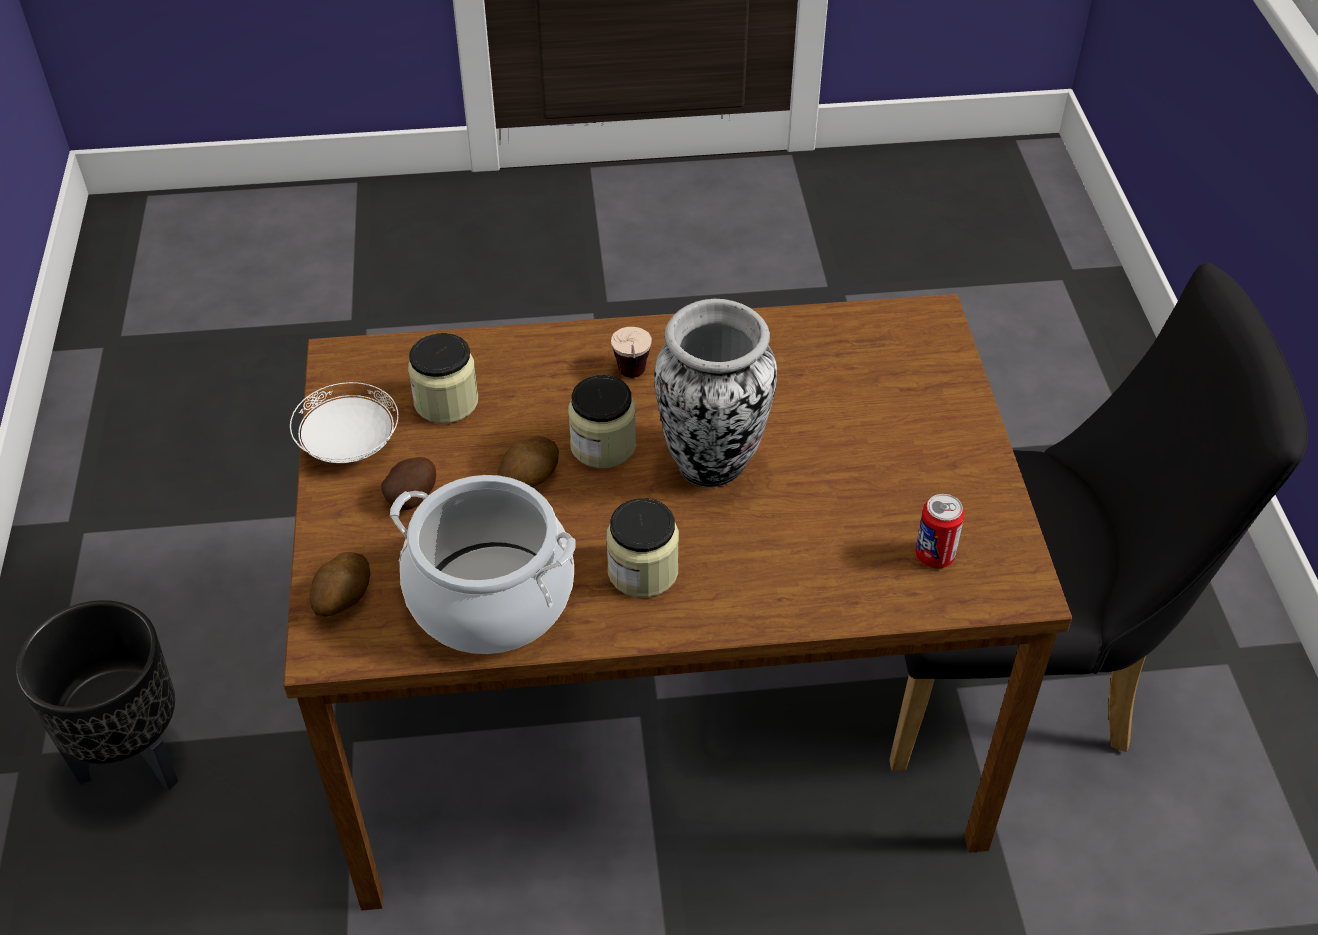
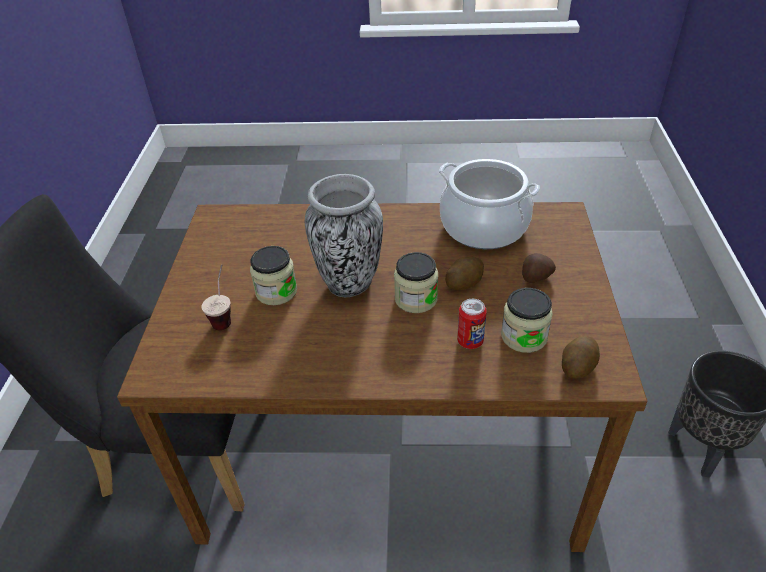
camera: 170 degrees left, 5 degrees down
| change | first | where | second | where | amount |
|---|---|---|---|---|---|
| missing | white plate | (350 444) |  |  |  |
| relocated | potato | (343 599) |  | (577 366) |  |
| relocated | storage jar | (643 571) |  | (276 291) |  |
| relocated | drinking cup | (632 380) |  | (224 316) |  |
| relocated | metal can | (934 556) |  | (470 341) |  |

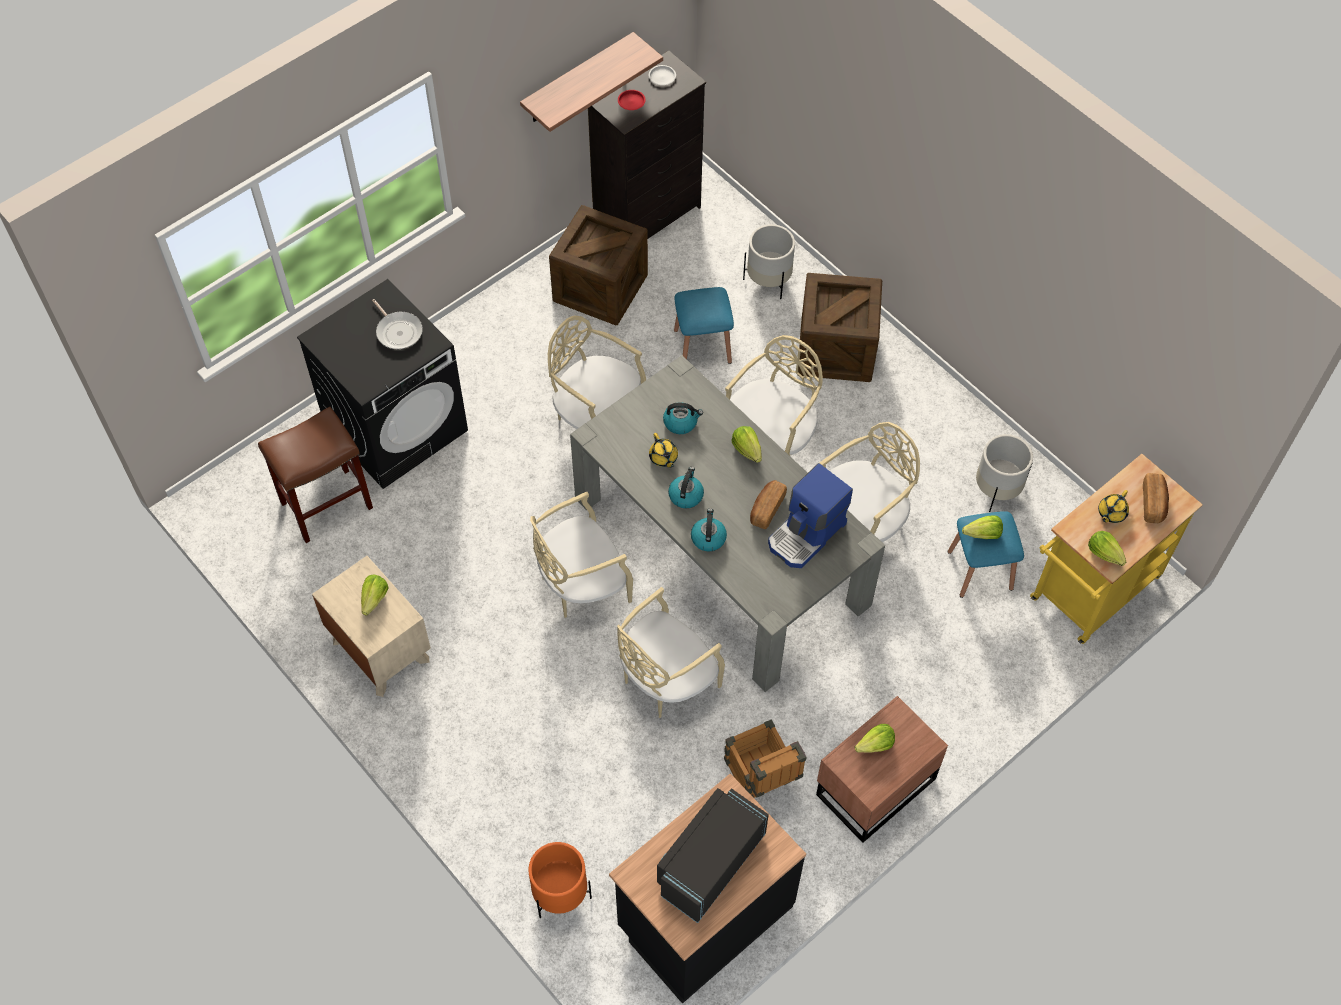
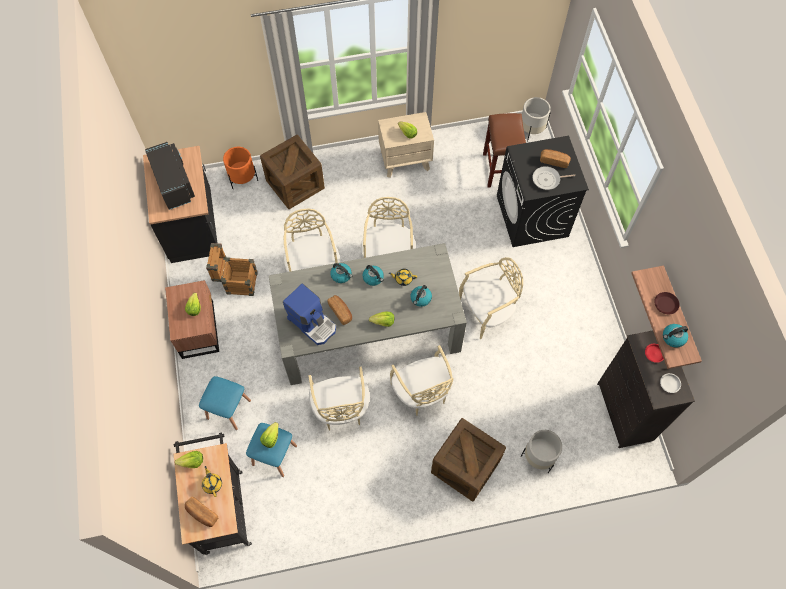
camera: 120 degrees right, 5 degrees up
| change | first | where | second | where | amount |
|---|---|---|---|---|---|
| appeared |  |  | baked bread | (554 161) |  |
| appeared |  |  | brown-coloured plate | (665 304) |  |
| appeared |  |  | tea kettle | (673 338) |  |
| relocated | shipping crate | (600 288) |  | (295 184) |  |
| relocated | blue sitting stool | (702 346) |  | (228 409) |  |
| relocated | white planter | (997 489) |  | (531 130) |  |
| colour | yellow cart | (1089 594) | black-coloured cart | (222 506) |  |
| spun | coffee machine | (807 534) |  | (313 323) | 150 degrees clockwise |

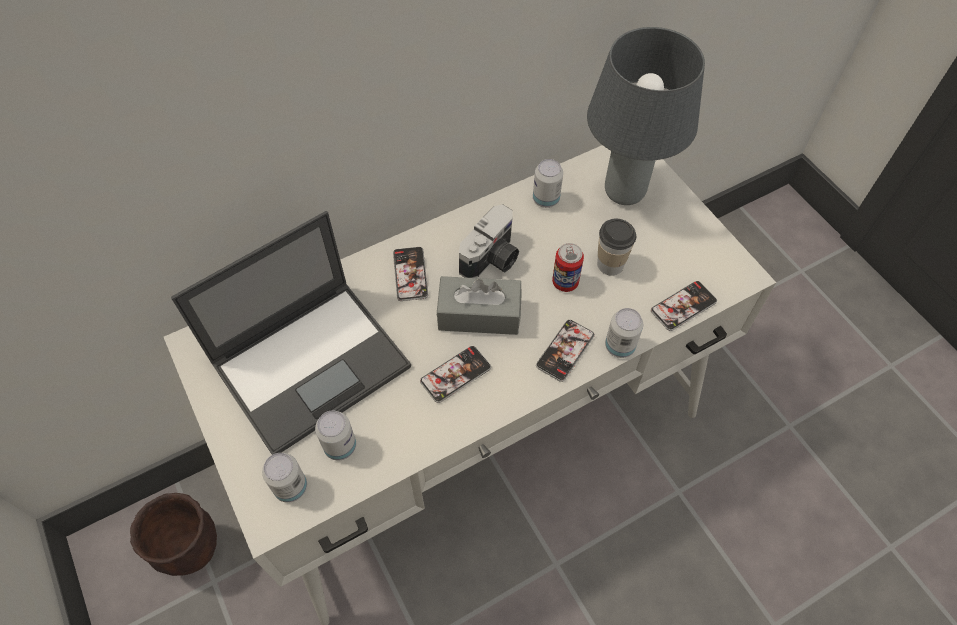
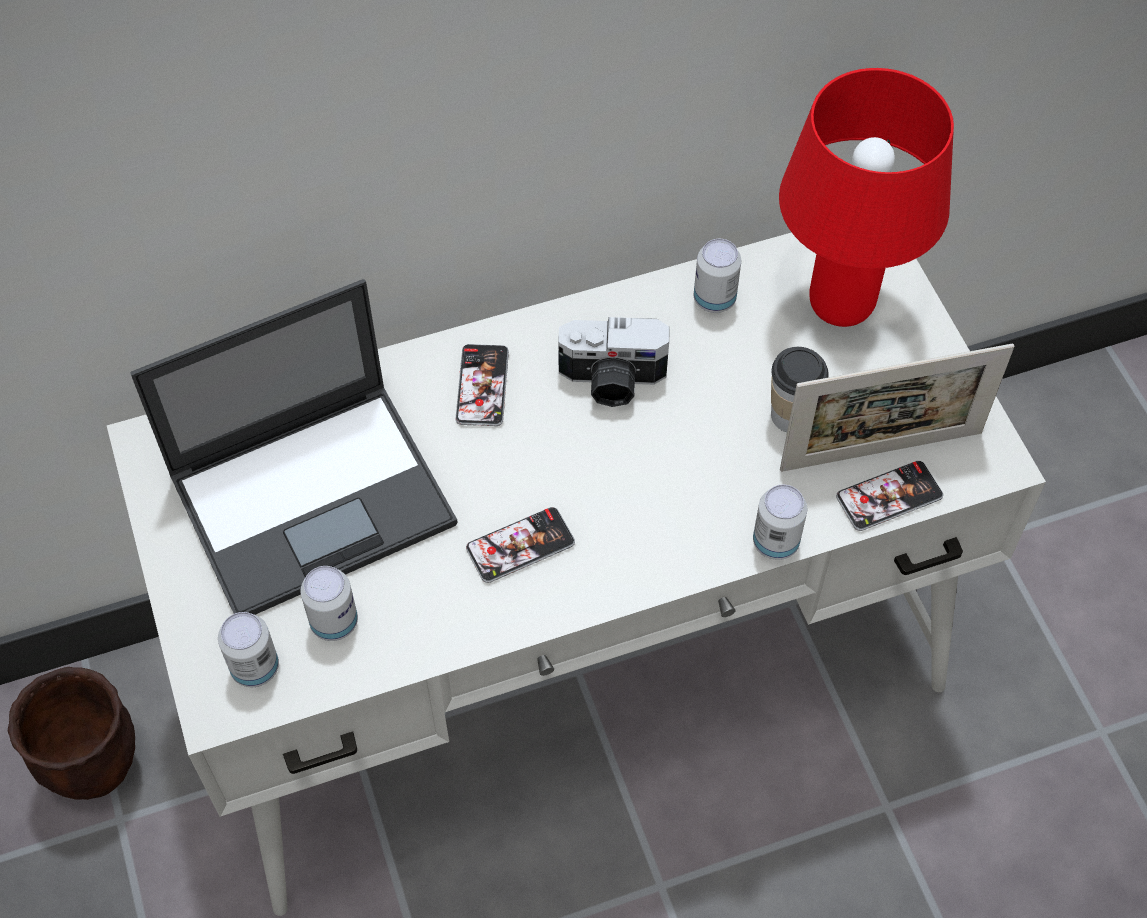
camera: 10 degrees right, 0 degrees up
| change | first | where | second | where | amount |
|---|---|---|---|---|---|
| missing | gray box of tissues | (479 314) |  |  |  |
| missing | phone | (565 350) |  |  |  |
| missing | metal can | (565 282) |  |  |  |
| appeared |  |  | picture frame | (881 451) |  |
| colour | gray tabletop lamp | (625 192) | reddish tabletop lamp | (843 305) |  |
| spun | photo camera | (493 259) |  | (612 381) | 45 degrees clockwise |

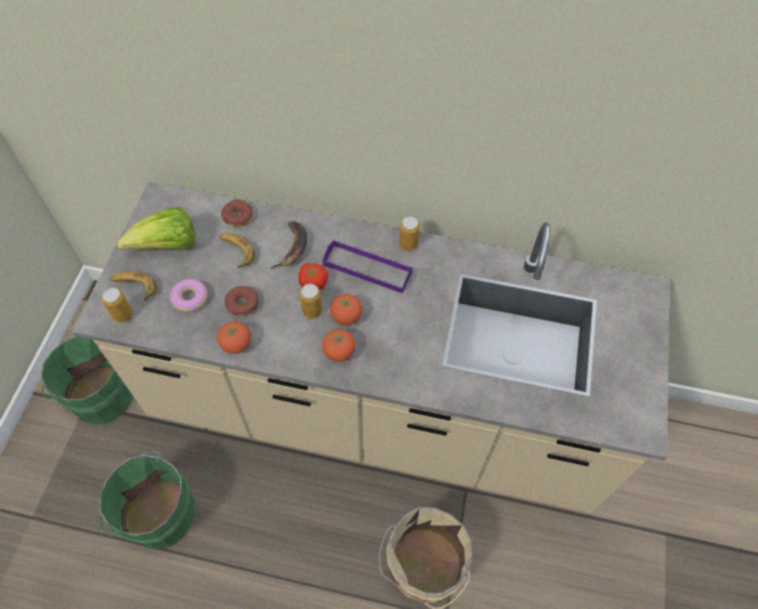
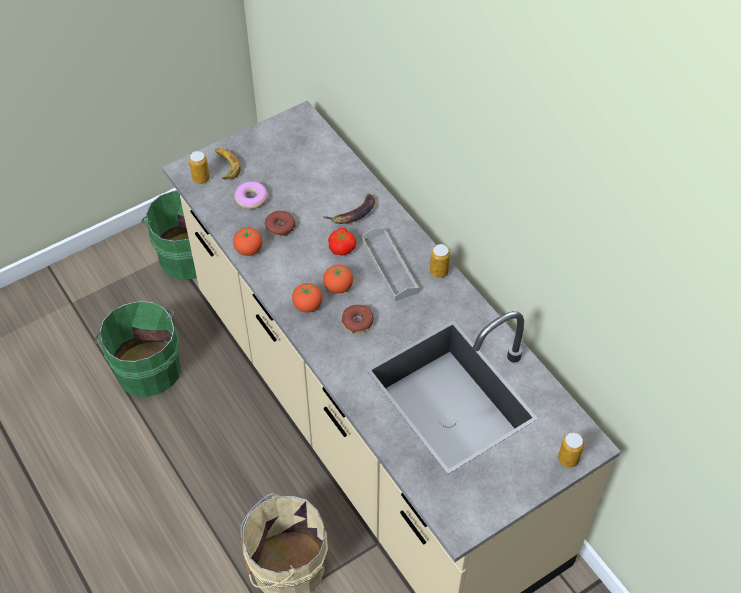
camera: 45 degrees right, 5 degrees down
| change | first | where | second | where | amount |
|---|---|---|---|---|---|
| missing | lettuce | (168 246) |  |  |  |
| missing | banana | (236 251) |  |  |  |
| relocated | donut | (238 217) |  | (357 322) |  |
| relocated | metal can | (312 311) |  | (568 459) |  |
| colour | purple carrying tray | (367 268) | gray carrying tray | (389 266) |  |

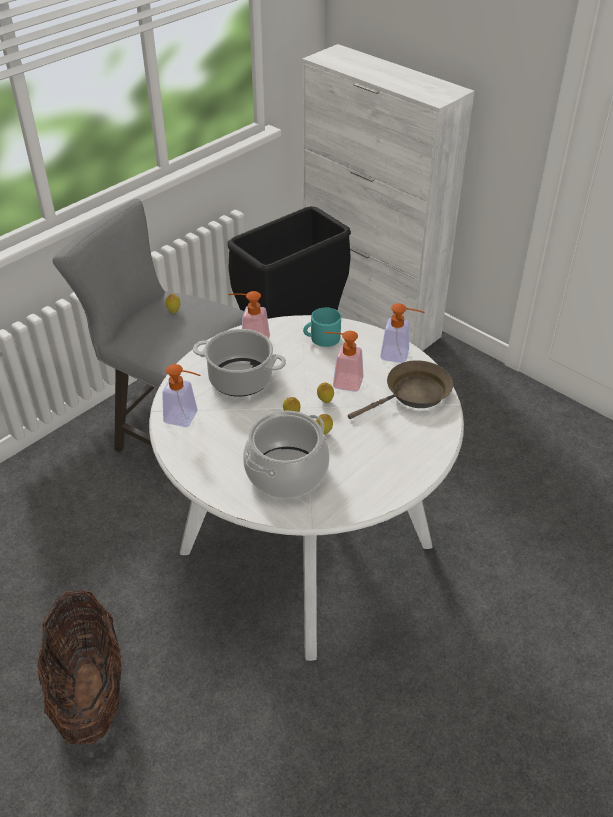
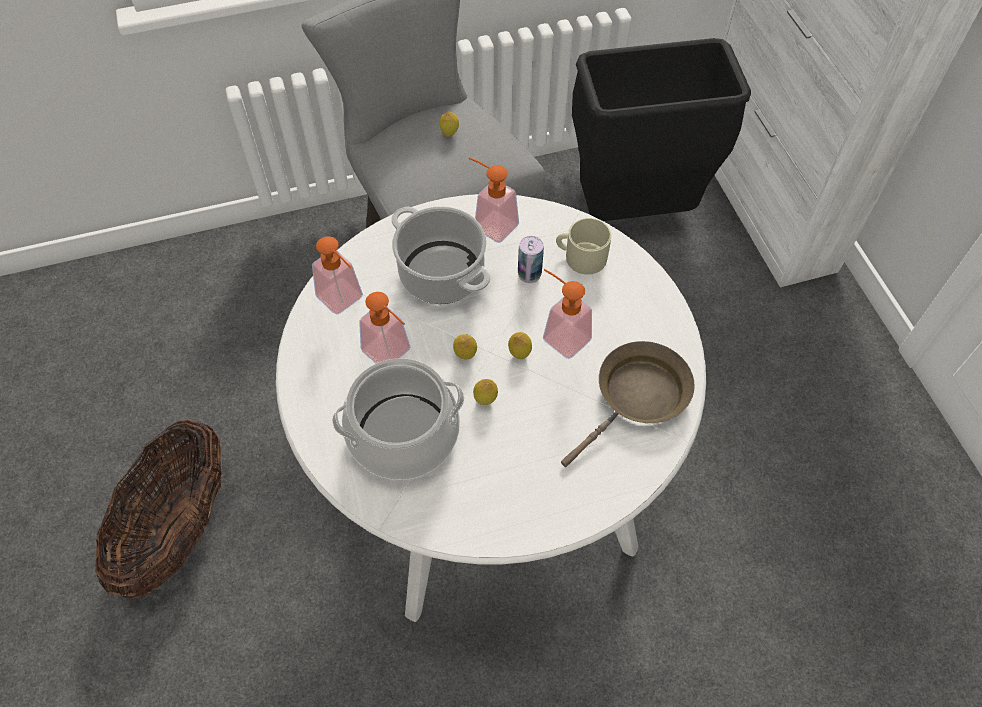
camera: 30 degrees right, 15 degrees up
| change | first | where | second | where | amount |
|---|---|---|---|---|---|
| appeared |  |  | metal can | (529 274) |  |
| relocated | liquid soap bottle | (400 355) |  | (392 355) |  |
| colour | blue-green coffee mug | (321 338) | beige coffee mug | (580 257) |  |
| spun | brown-coloured skillet | (413 394) |  | (637 398) | 45 degrees counterclockwise |

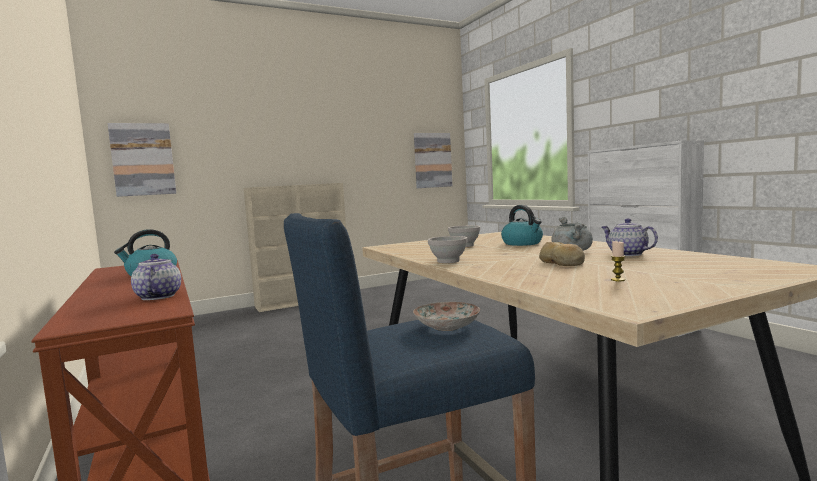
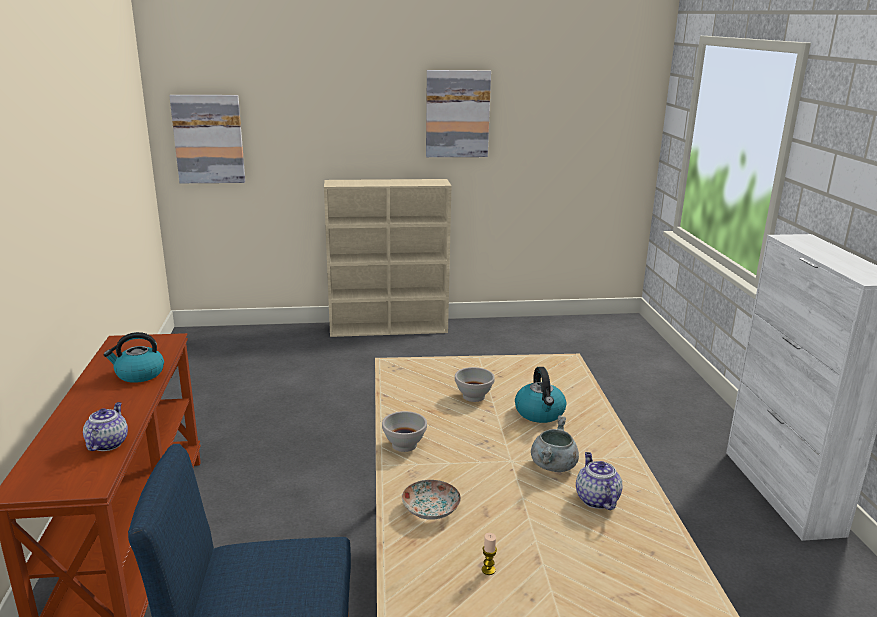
camera: 20 degrees right, 15 degrees up
| change | first | where | second | where | amount |
|---|---|---|---|---|---|
| missing | baked bread | (561 263) |  |  |  |
| relocated | plate | (448 326) |  | (431 510) |  |
| relocated | wall picture | (432 160) |  | (457 114) |  |

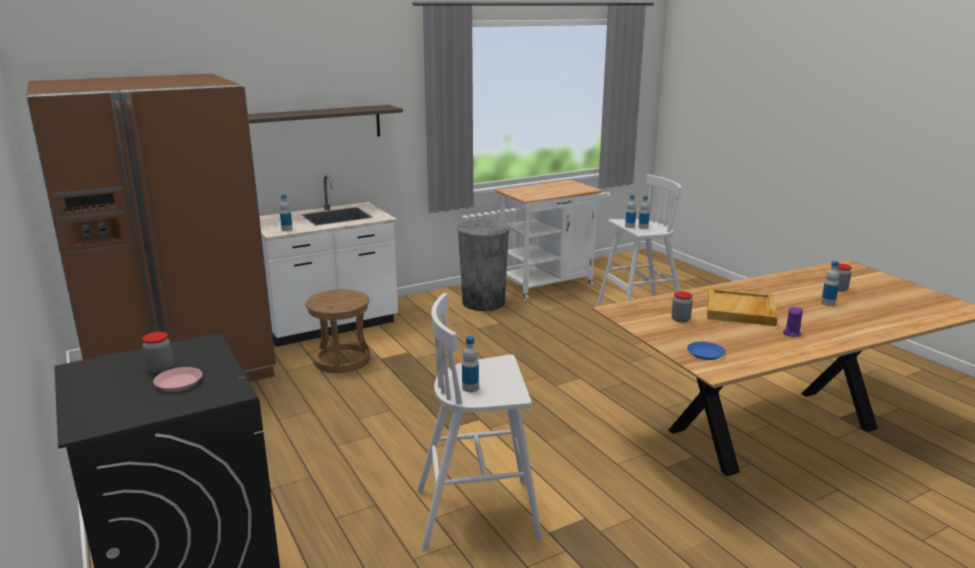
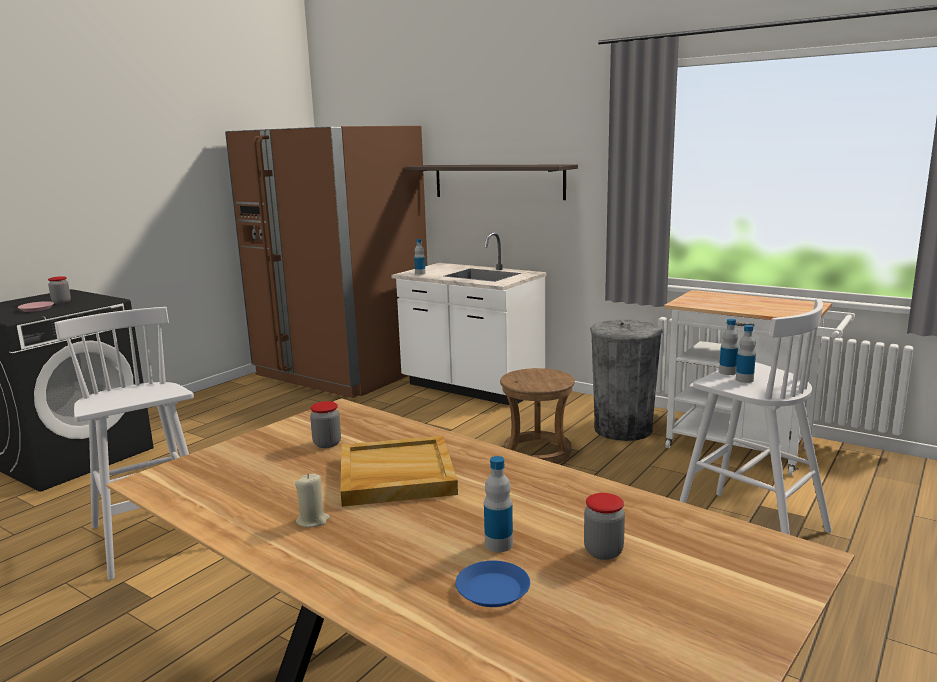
camera: 65 degrees right, 5 degrees down
| change | first | where | second | where | amount |
|---|---|---|---|---|---|
| missing | beverage bottle | (470 388) |  |  |  |
| relocated | brown-coloured sitting stool | (342 360) |  | (537 452) |  |
| relocated | blue plate | (705 353) |  | (493 590) |  |
| colour | purple candle | (791 333) | beige candle | (313 521) |  |

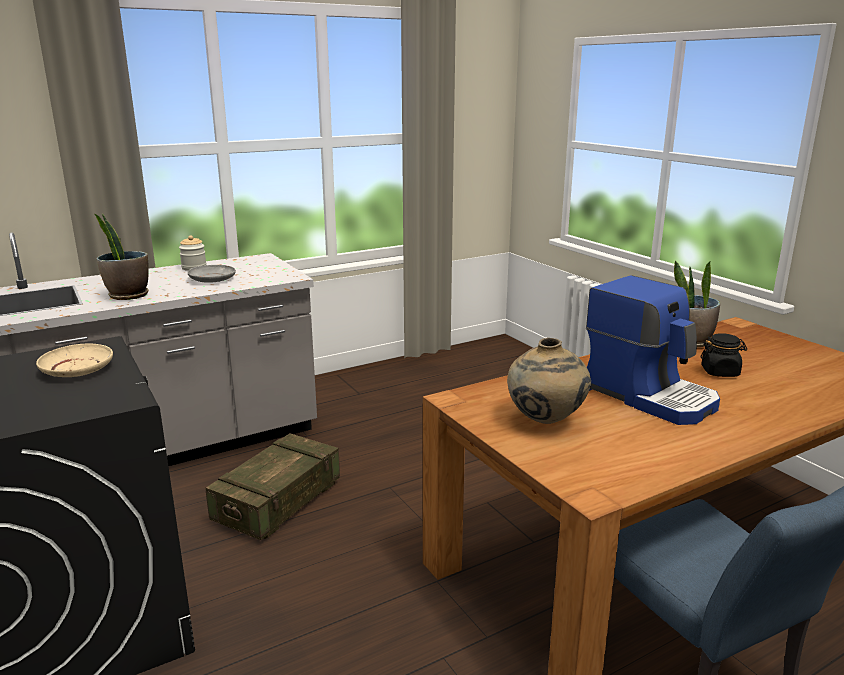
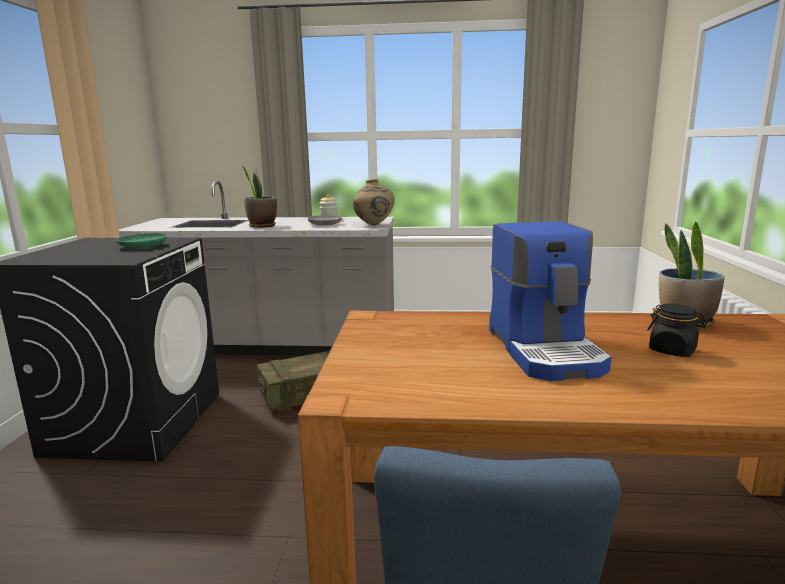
camera: 35 degrees right, 5 degrees down
| change | first | where | second | where | amount |
|---|---|---|---|---|---|
| relocated | beige vase | (546 422) |  | (373 225) |  |
| colour | beige plate | (78 369) | greenish plate | (143 246) |  |

